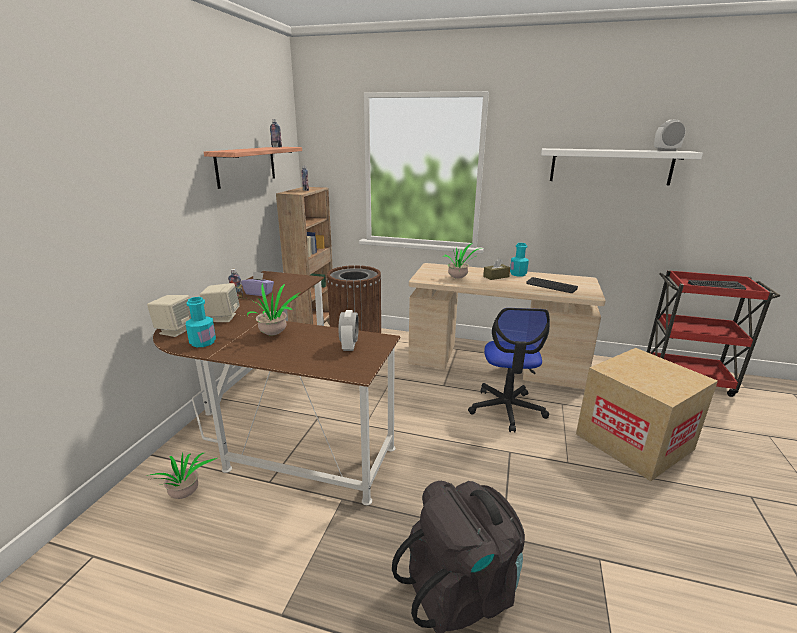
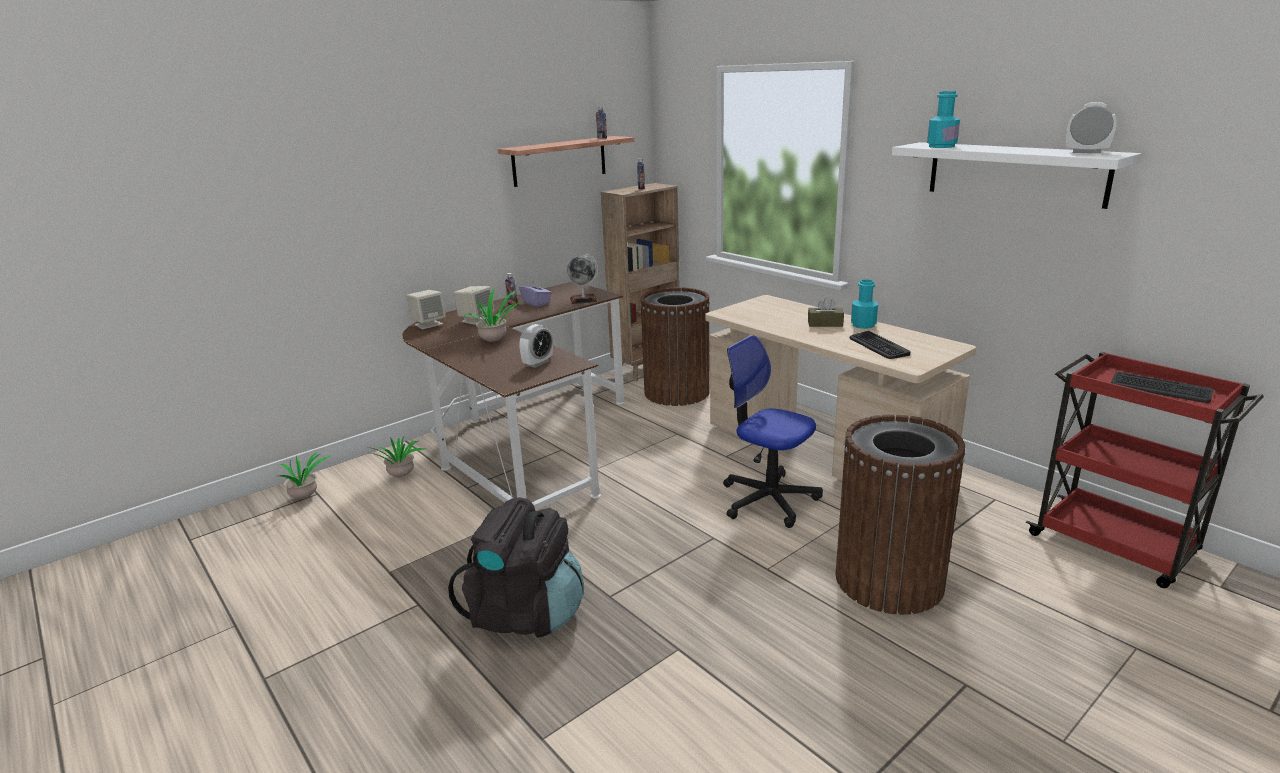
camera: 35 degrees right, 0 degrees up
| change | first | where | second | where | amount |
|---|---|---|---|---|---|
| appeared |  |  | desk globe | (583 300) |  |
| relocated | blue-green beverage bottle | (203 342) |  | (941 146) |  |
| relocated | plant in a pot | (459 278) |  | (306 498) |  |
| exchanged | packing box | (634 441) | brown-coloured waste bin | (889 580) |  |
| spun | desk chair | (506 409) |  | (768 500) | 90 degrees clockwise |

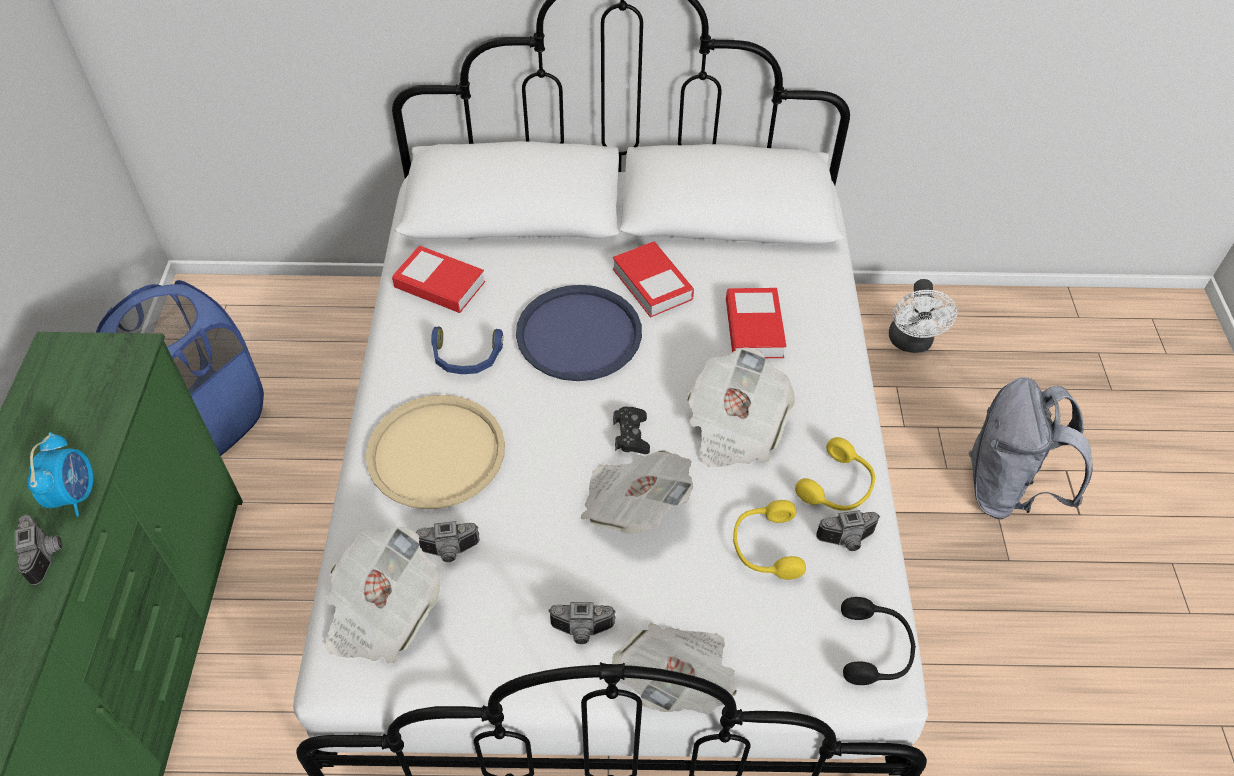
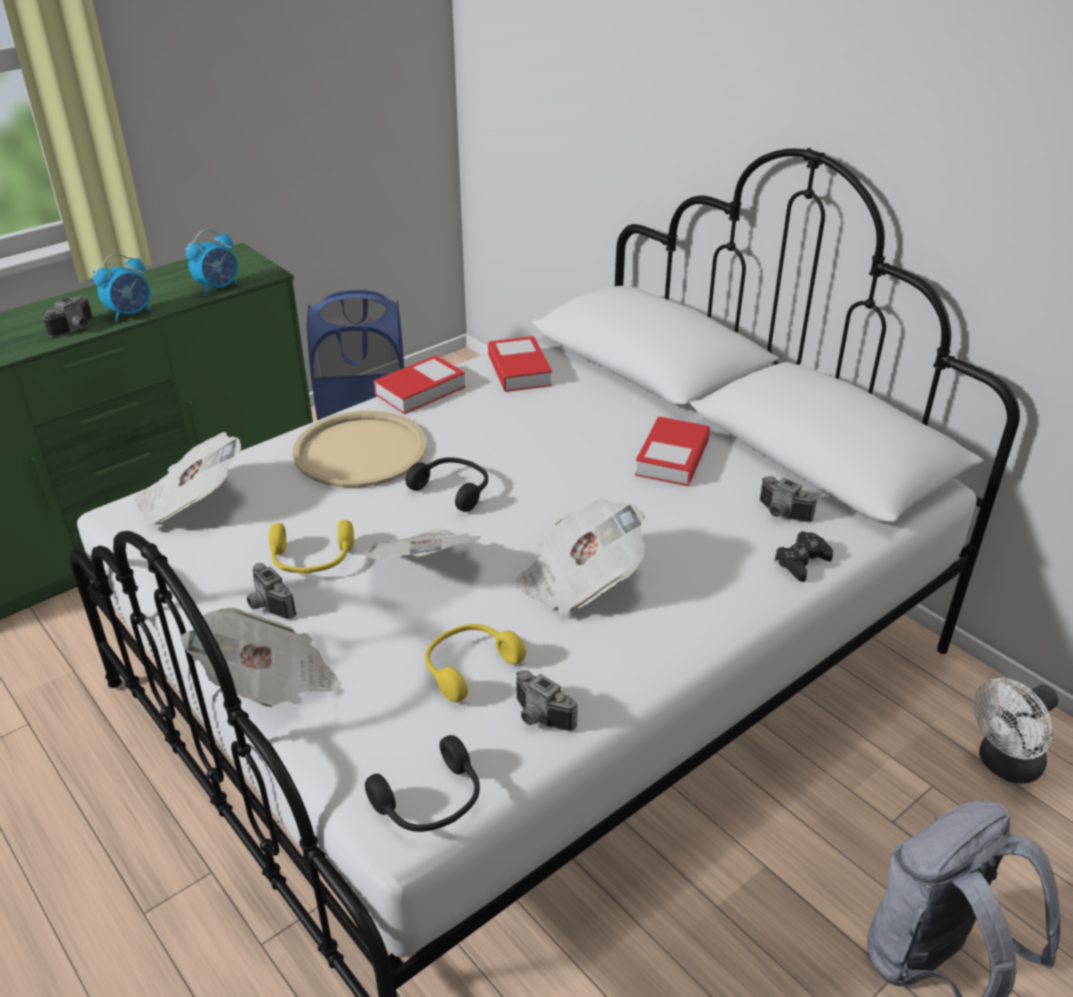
camera: 50 degrees right, 15 degrees down
| change | first | where | second | where | amount |
|---|---|---|---|---|---|
| missing | blue headphones | (466 358) |  |  |  |
| missing | blue carrying tray | (578 334) |  |  |  |
| appeared |  |  | bedside clock | (218 288) |  |
| appeared |  |  | black-coloured headphones | (453 490) |  |
| relocated | photo camera | (449 552) |  | (781 514) |  |
| relocated | black-coloured game controller | (631 435) |  | (802 562) |  |
| relocated | book | (754 328) |  | (420 391) |  |
| relocated | yellow headphones | (838 487) |  | (311 561) |  |

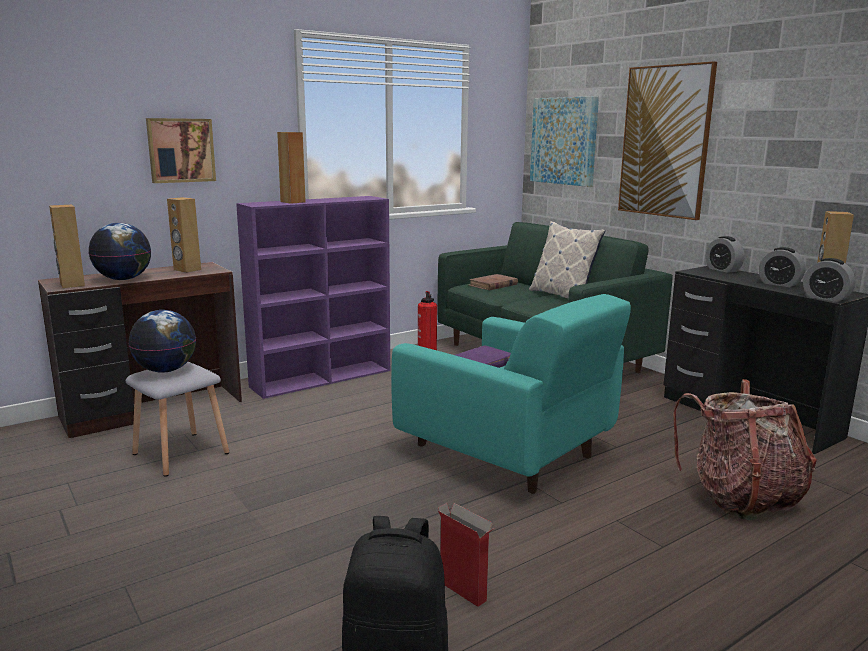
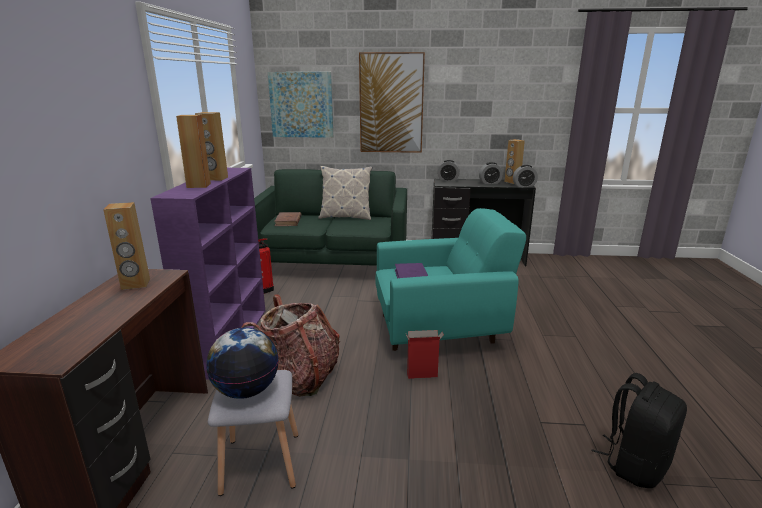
camera: 50 degrees left, 5 degrees up
| change | first | where | second | where | amount |
|---|---|---|---|---|---|
| missing | desk globe | (124 279) |  |  |  |
| missing | wall picture | (180 150) |  |  |  |
| relocated | brown-coloured speaker | (72 285) |  | (216 178) |  |
| relocated | packing box | (464 592) |  | (423 375) |  |
| relocated | knapsack | (741 497) |  | (299 378) |  |

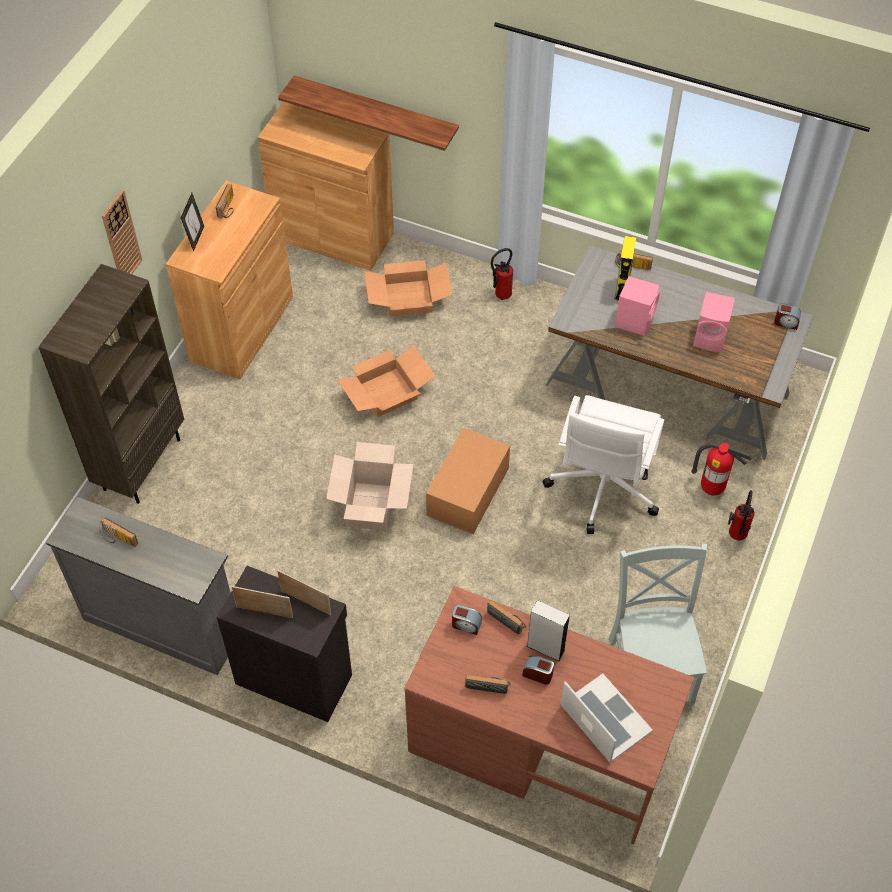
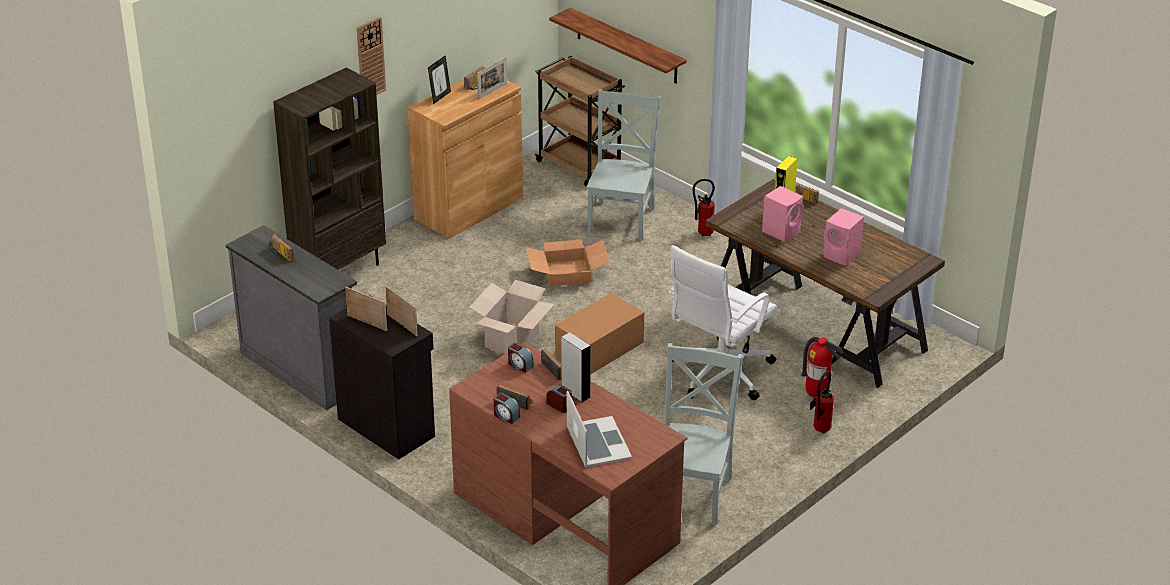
camera: 20 degrees right, 20 degrees down
| change | first | where | second | where | amount |
|---|---|---|---|---|---|
| appeared |  |  | picture frame | (492 91) |  |
| relocated | bedside clock | (786 322) |  | (506 416) |  |
| exchanged | brown-coloured cupboard | (333 235) | brown-coloured cart | (579 166) |  |
| exchanged | packing box | (409 297) | gray chair | (622 218) |  |
| colour | gray desk unit | (667 388) | brown-coloured desk unit | (817 323) |  |

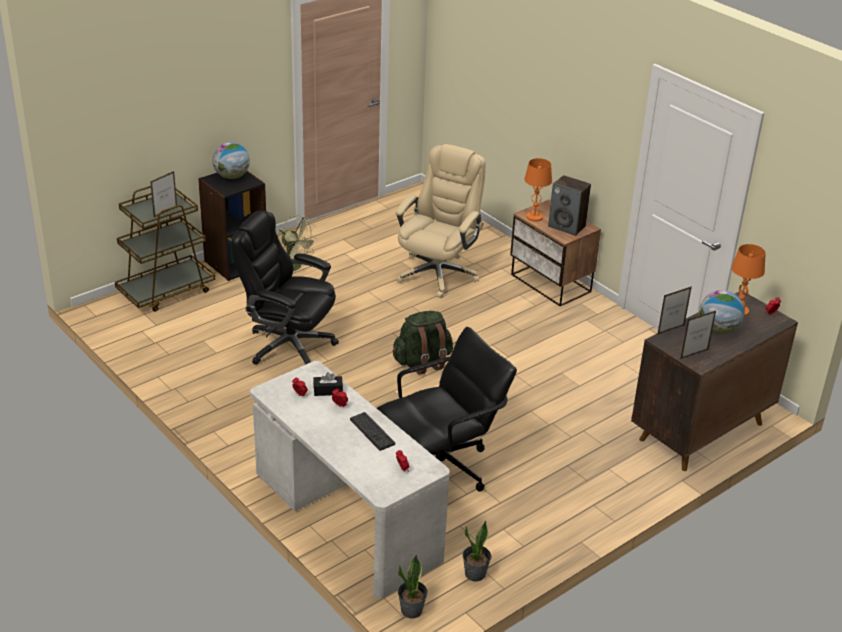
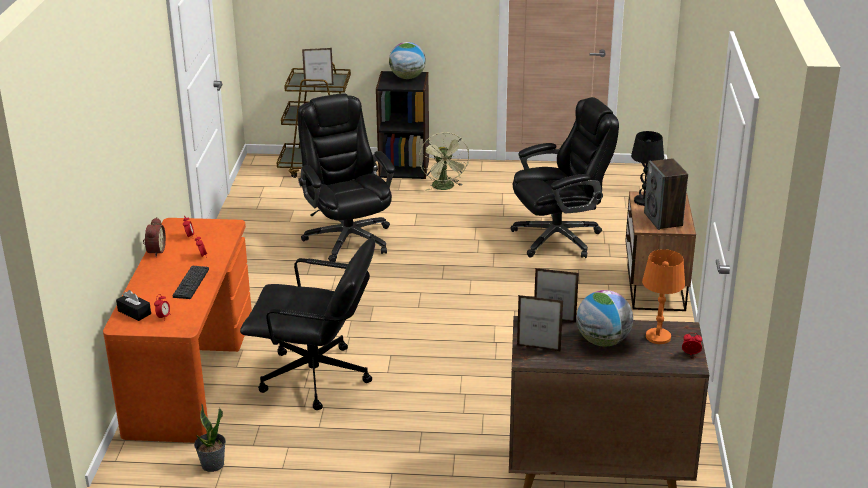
camera: 45 degrees right, 5 degrees down
| change | first | where | second | where | amount |
|---|---|---|---|---|---|
| missing | greenish knapsack | (422 362) |  |  |  |
| missing | plant in a pot | (412 610) |  |  |  |
| appeared |  |  | bedside clock | (155 251) |  |
| relocated | black-coloured box of tissues | (328 391) |  | (134 312) |  |
| colour | white desk unit | (345 517) | orange-coloured desk unit | (190 373) |  |
| colour | beige desk chair | (438 273) | black-coloured desk chair | (559 238) |  |
| colour | orange-coloured tabletop lamp | (534 217) | black-coloured tabletop lamp | (644 201) |  |

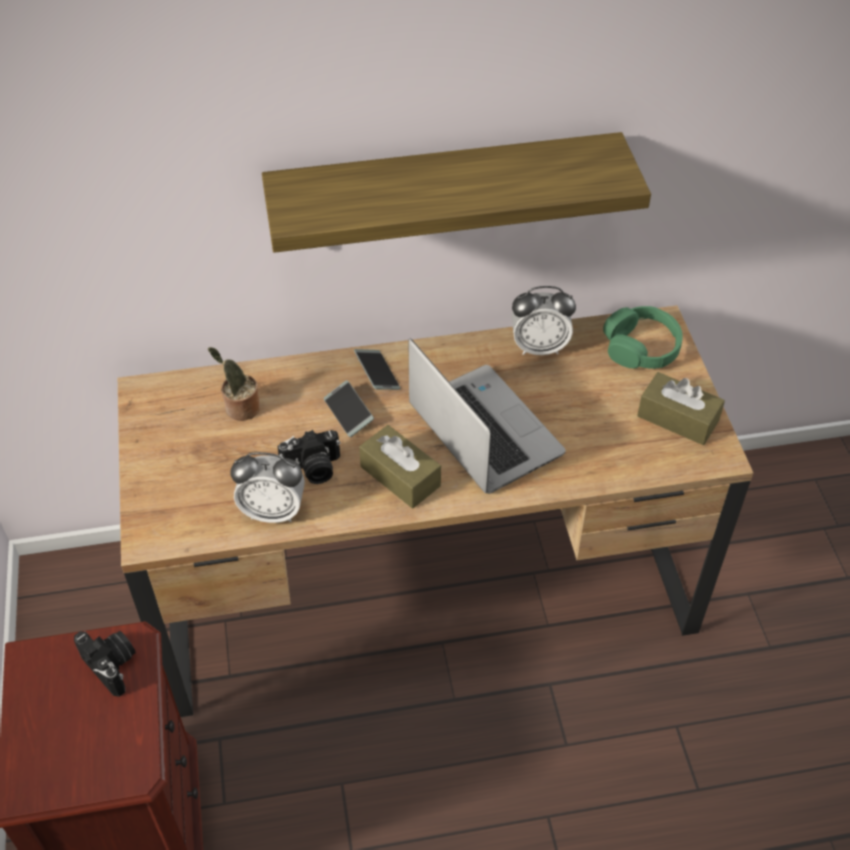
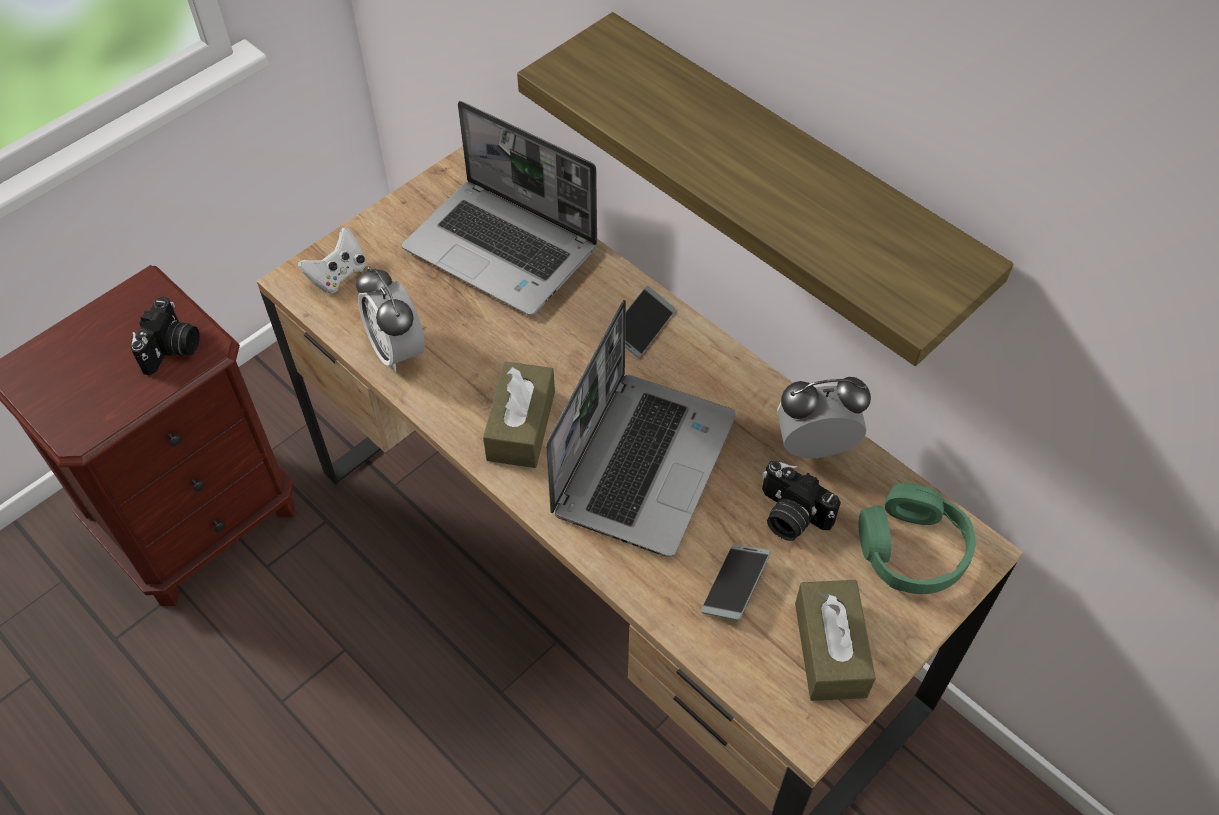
camera: 55 degrees right, 5 degrees up
| change | first | where | second | where | amount |
|---|---|---|---|---|---|
| appeared |  |  | white game controller | (338 275) |  |
| relocated | photo camera | (313 469) |  | (790 516) |  |
| relocated | phone | (348 413) |  | (735 586) |  |
| exchanged | plant in a pot | (240 408) | portable computer | (503 249) |  |
| spun | bedside clock | (539 347) |  | (815 447) | 120 degrees clockwise |

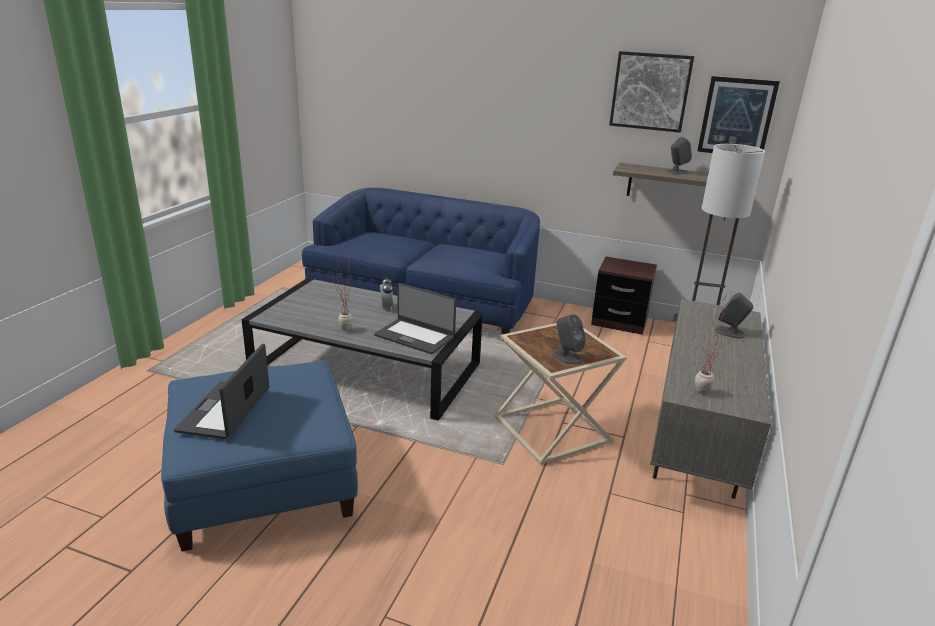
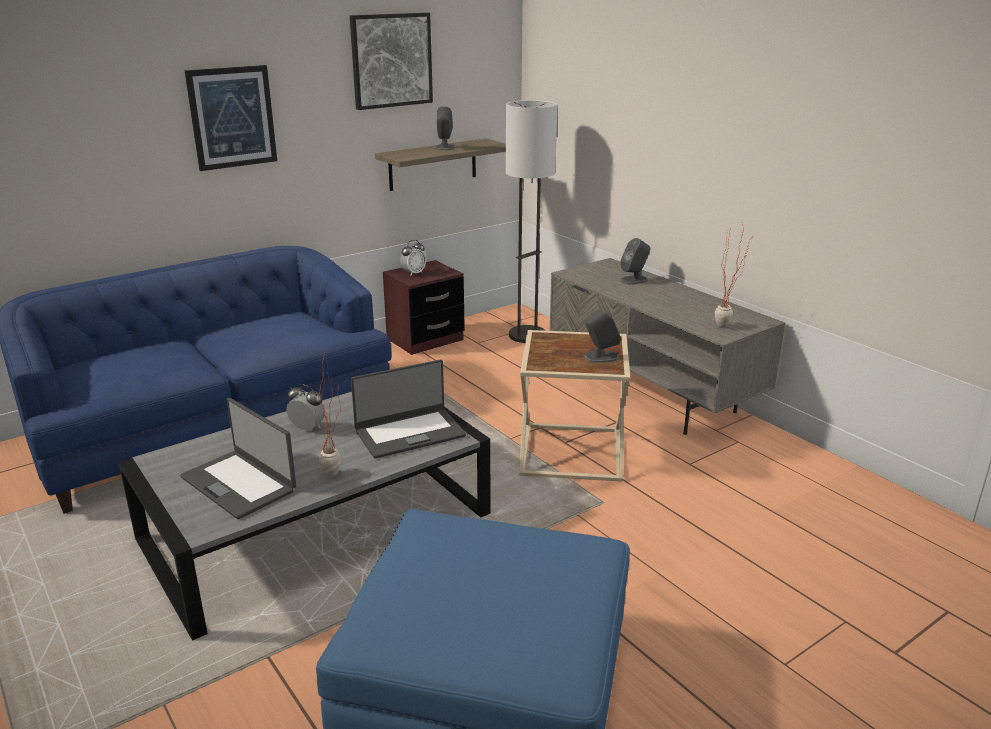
camera: 55 degrees left, 0 degrees up
| change | first | where | second | where | amount |
|---|---|---|---|---|---|
| appeared |  |  | bedside clock | (413 273) |  |
| relocated | portable computer | (226 410) |  | (239 483) |  |
| relocated | wall picture | (737 117) |  | (232 117) |  |

